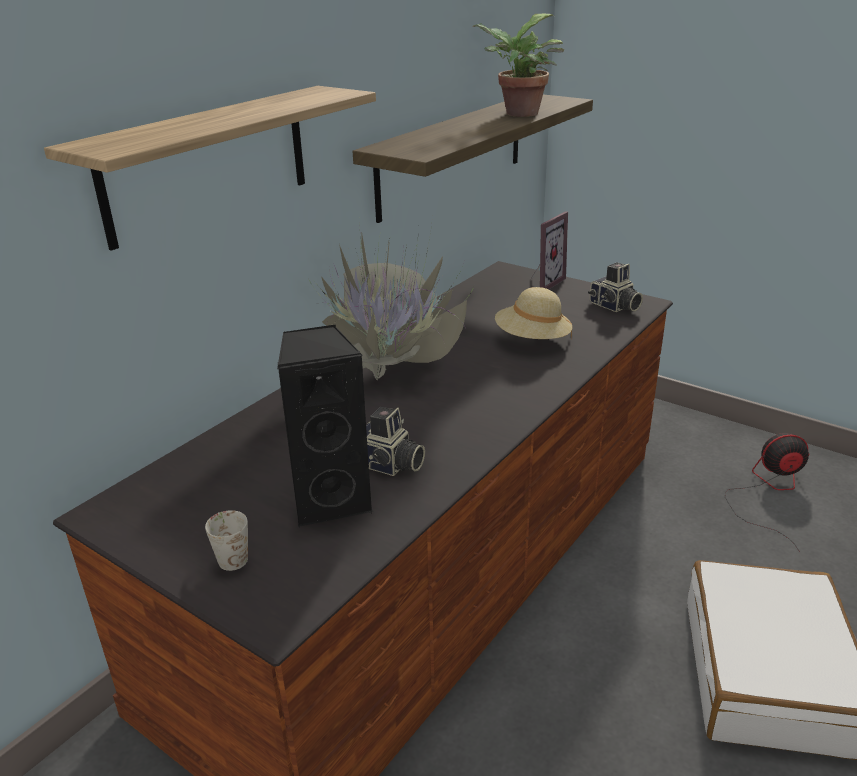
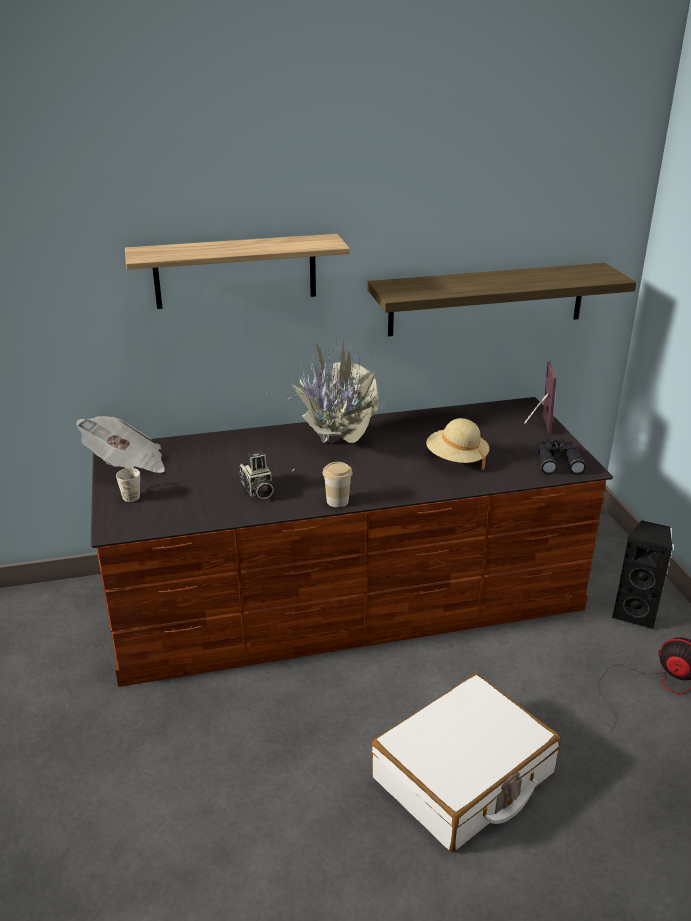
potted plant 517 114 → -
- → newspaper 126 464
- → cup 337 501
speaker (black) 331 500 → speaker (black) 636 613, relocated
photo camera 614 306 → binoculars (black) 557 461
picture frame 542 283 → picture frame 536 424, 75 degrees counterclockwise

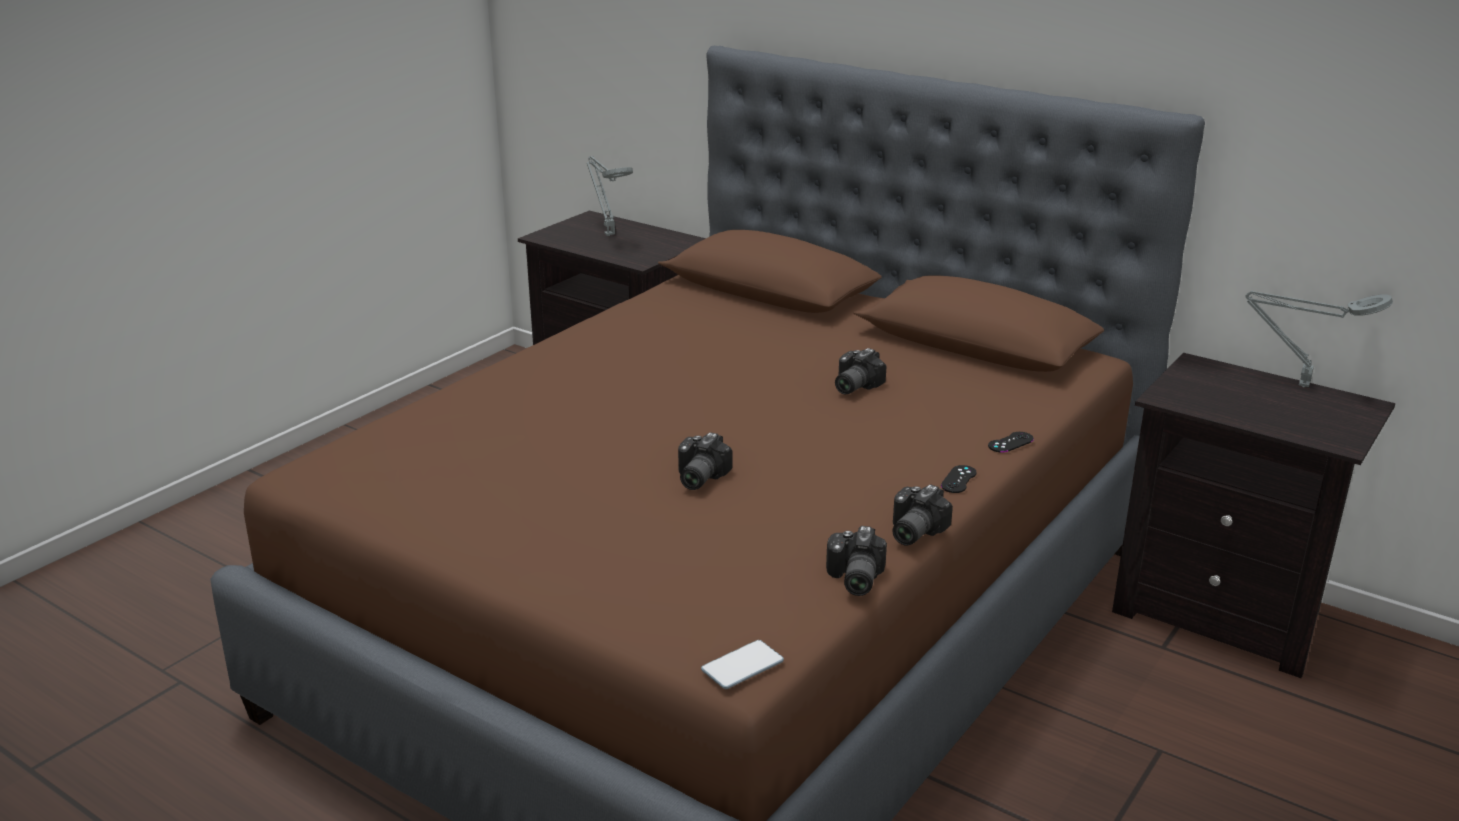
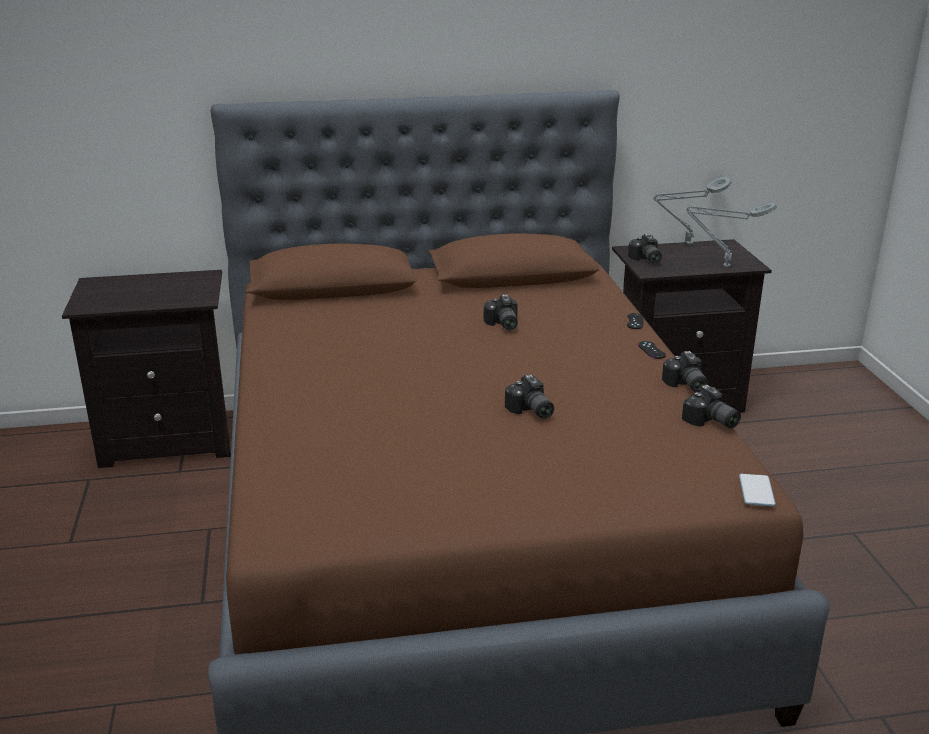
- → photo camera 645 259
table lamp (grey) 608 234 → table lamp (grey) 723 266, relocated

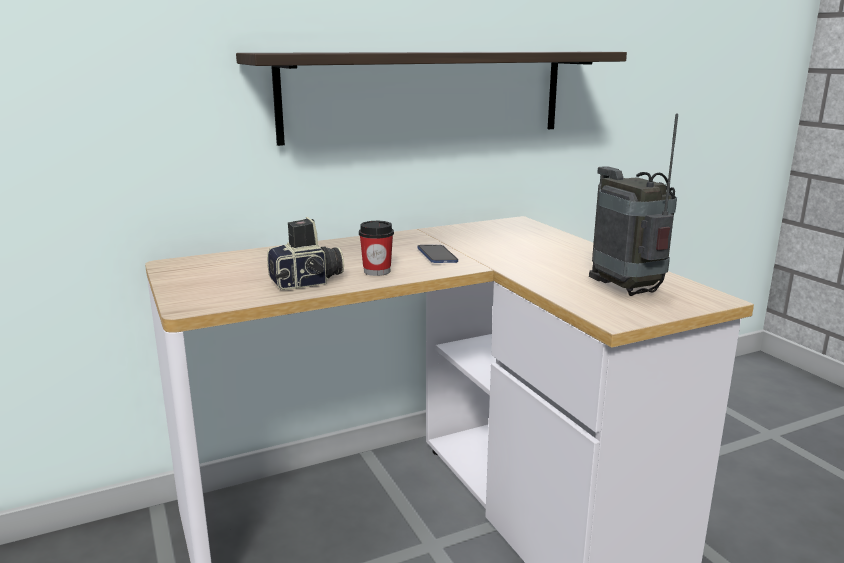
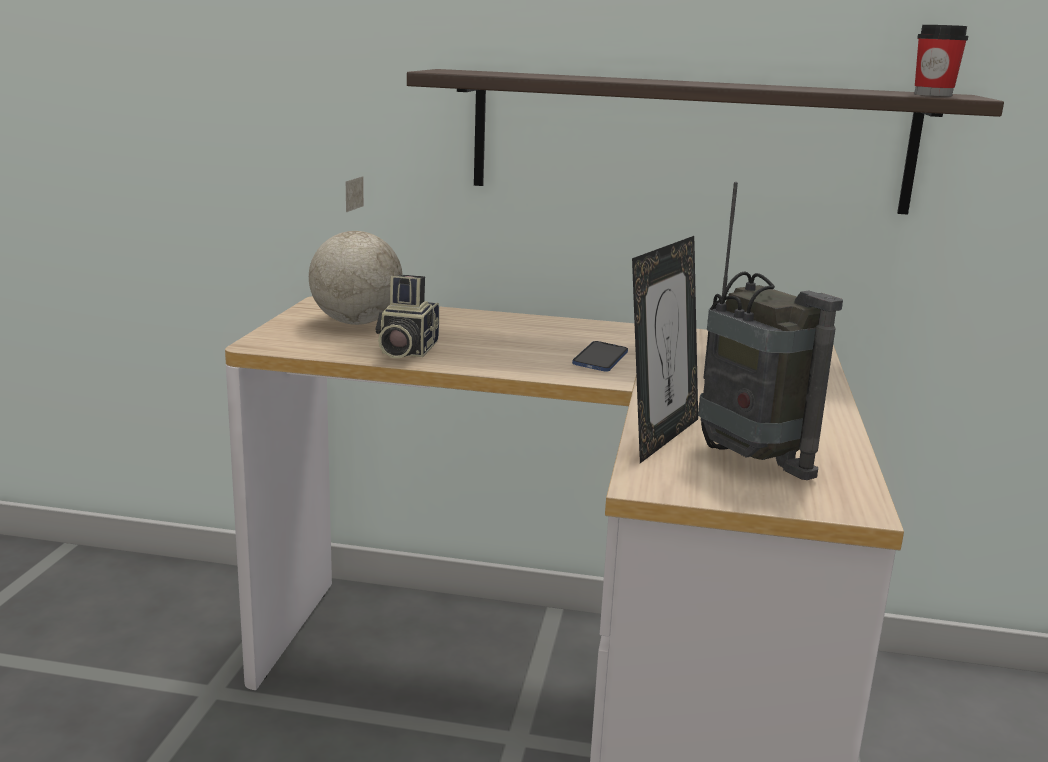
- → globe 355 323
- → picture frame 659 437
cup 377 271 → cup 933 95, relocated
photo camera 307 282 → photo camera 405 350, 90 degrees clockwise
radio 627 290 → radio 749 459, 135 degrees clockwise

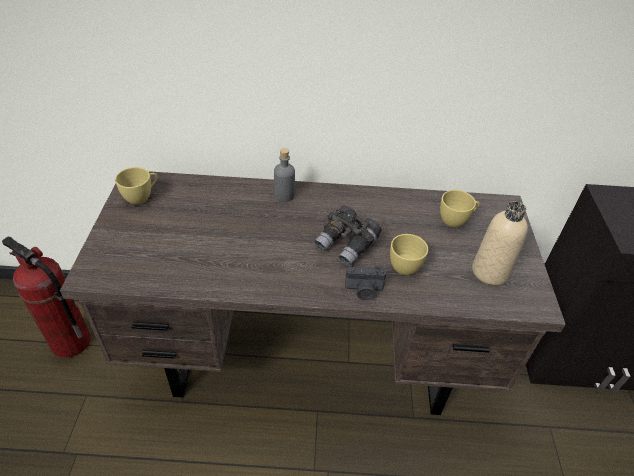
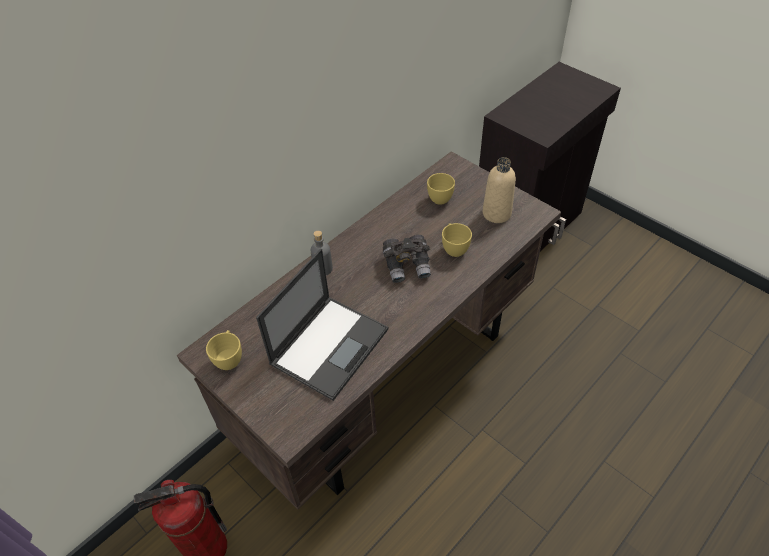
photo camera 364 291 → -
- → laptop 330 345

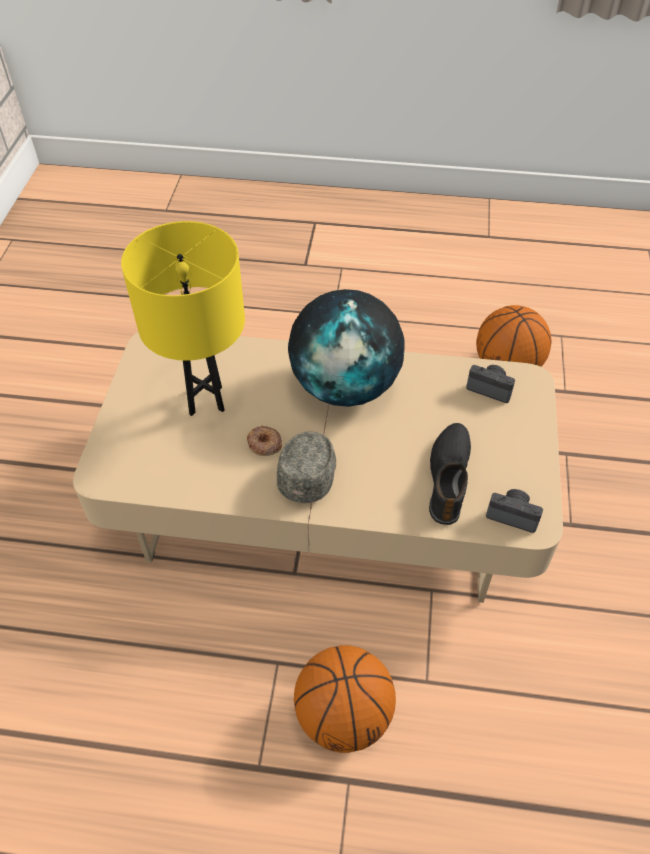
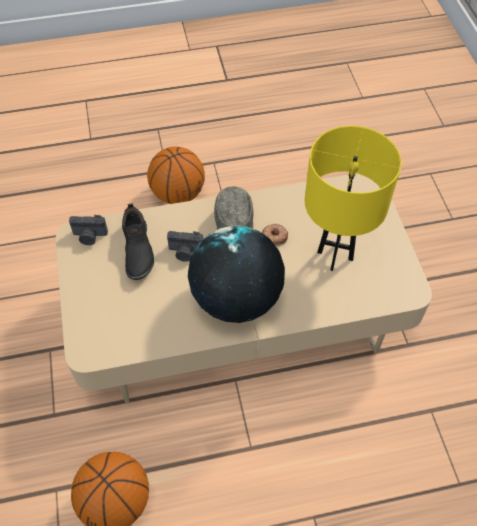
photo camera 490 388 → photo camera 185 252, relocated

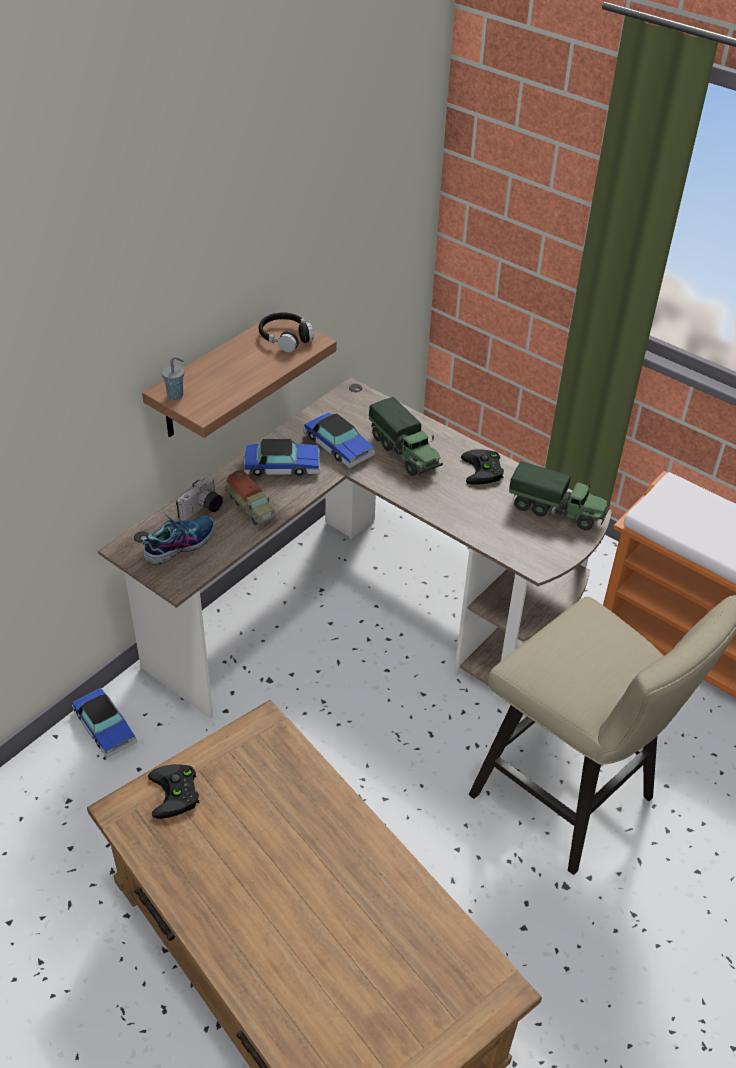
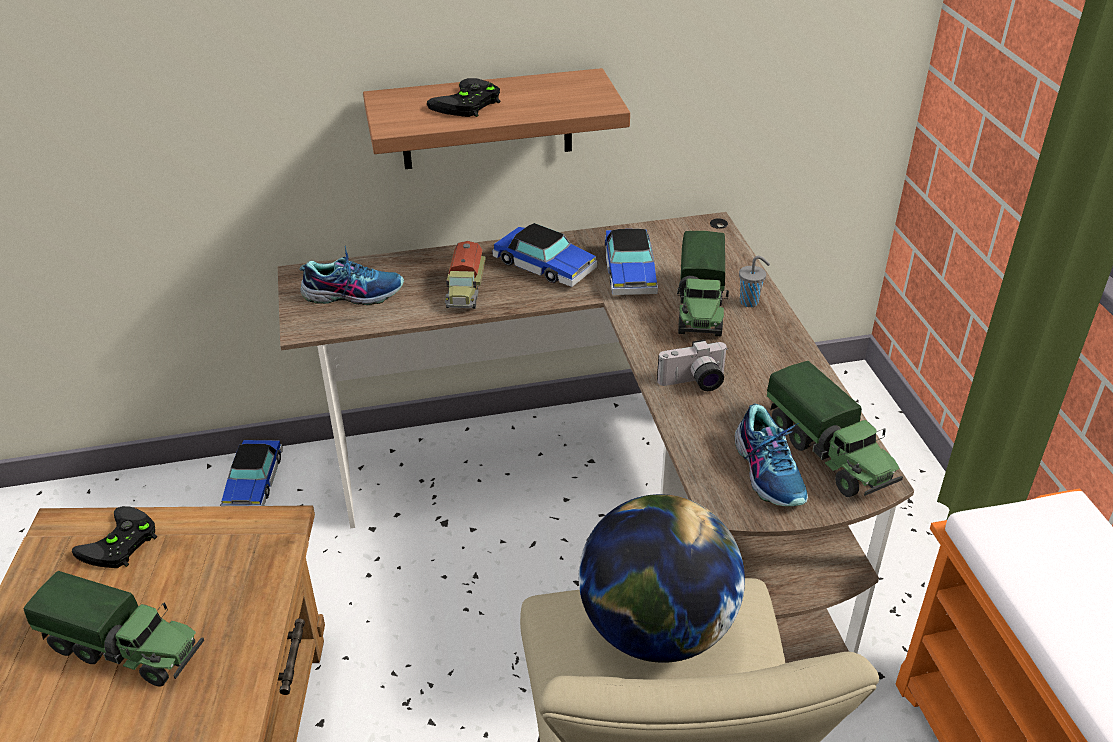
headphones (black) 285 337 → -
- → toy truck 125 650
- → globe 656 629
- → shoe 769 471
cup (grey) 176 395 → cup (grey) 750 302, relocated
photo camera 203 510 → photo camera 694 383, relocated
game controller (black) 484 471 → game controller (black) 467 105, relocated

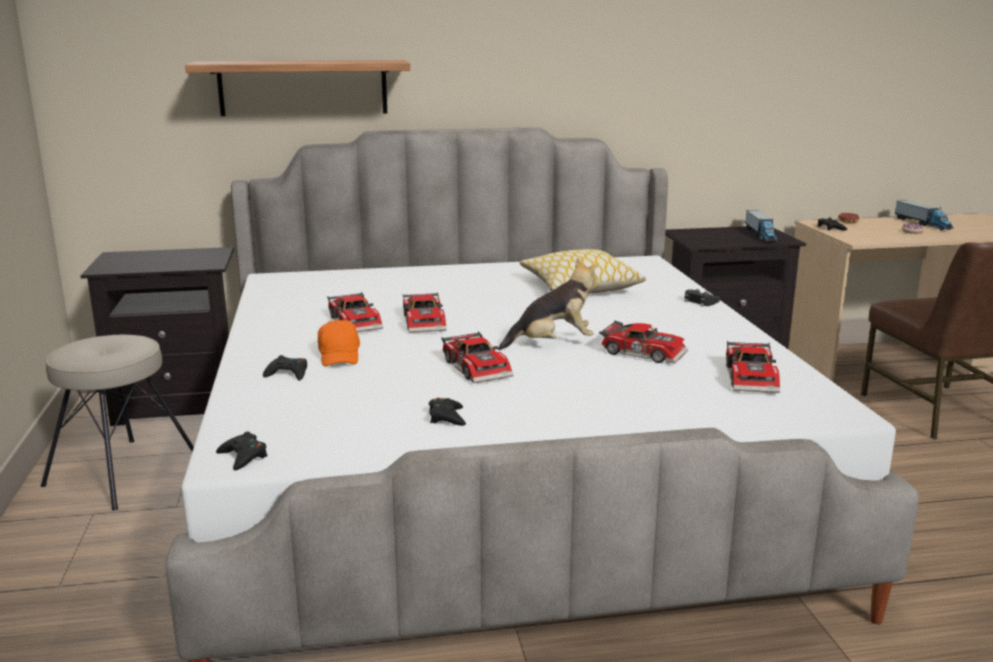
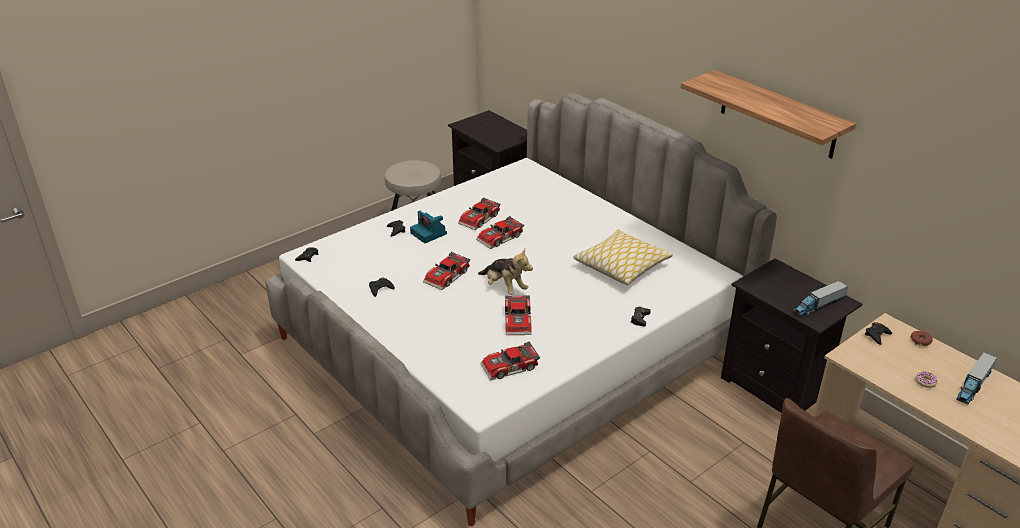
shelf 303 87 → shelf 778 114, relocated
cap (orange) 339 356 → photo camera 429 234

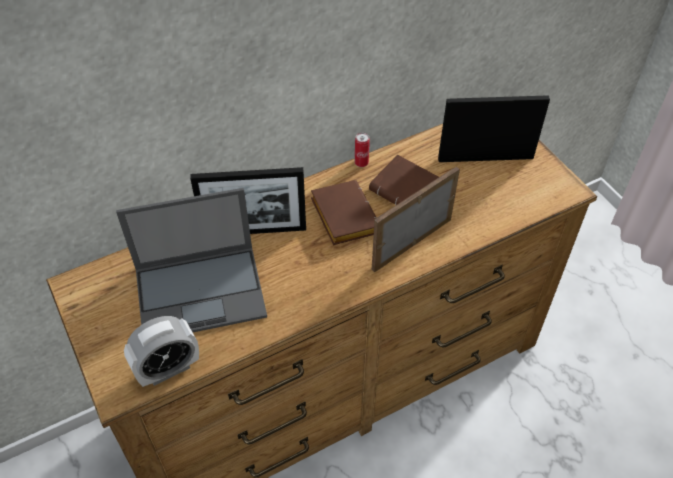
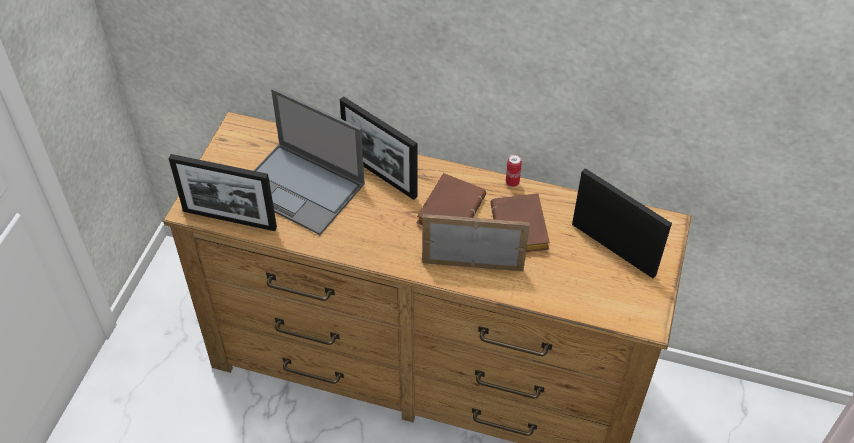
alarm clock 168 369 → picture frame 229 219

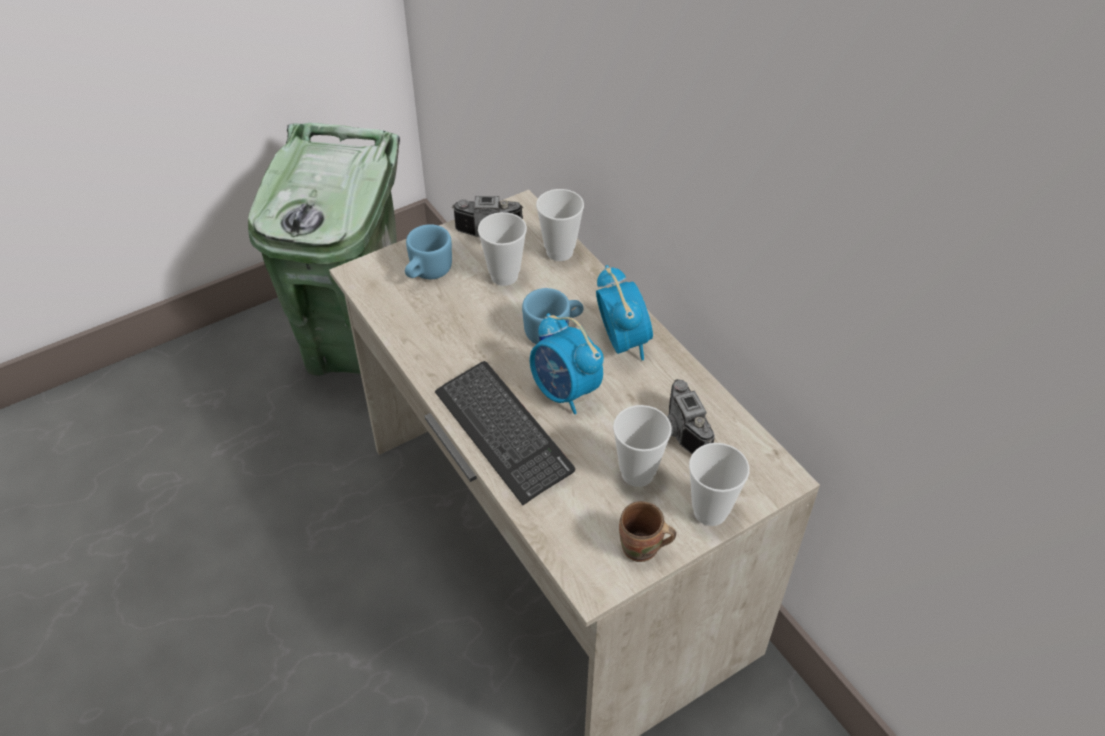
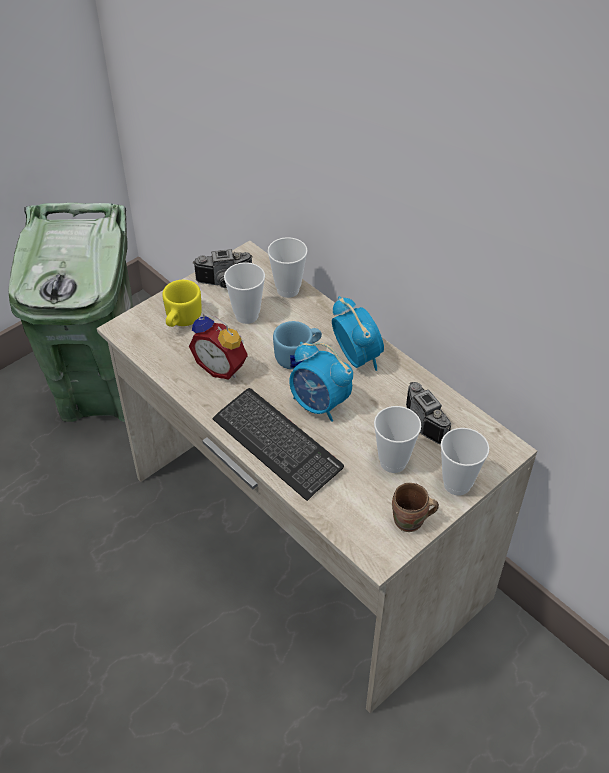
- → alarm clock 222 367
mug (blue) 426 273 → mug (yellow) 181 321

